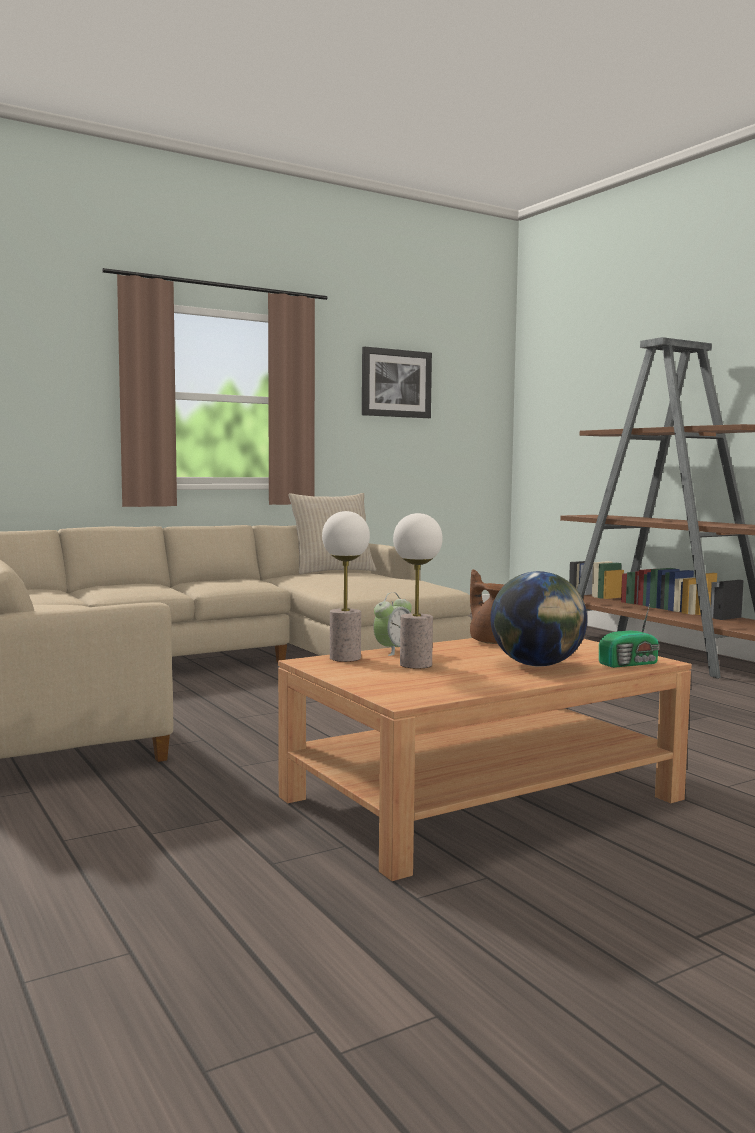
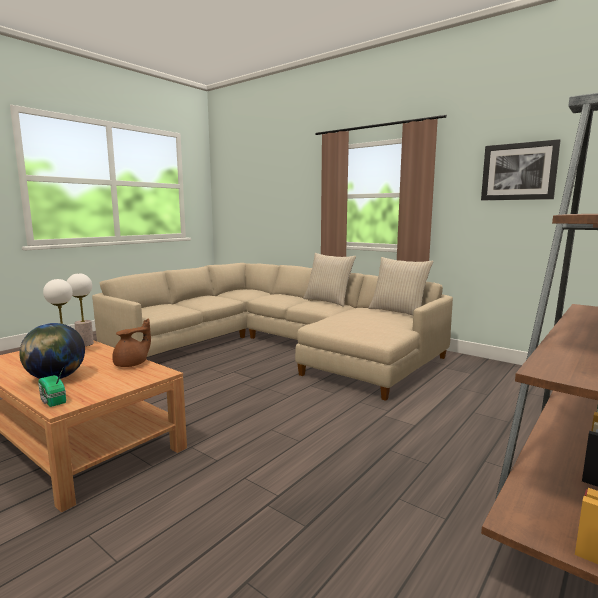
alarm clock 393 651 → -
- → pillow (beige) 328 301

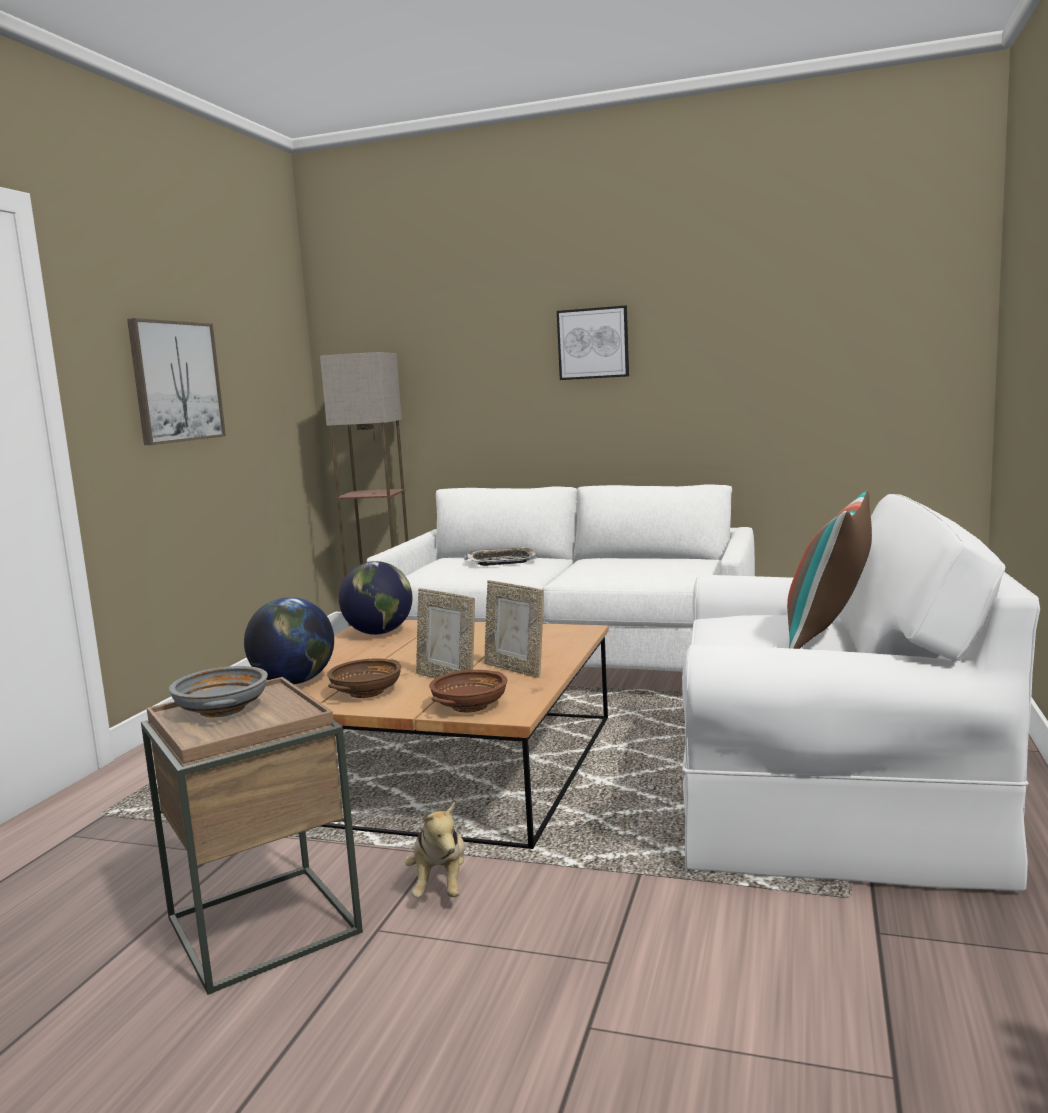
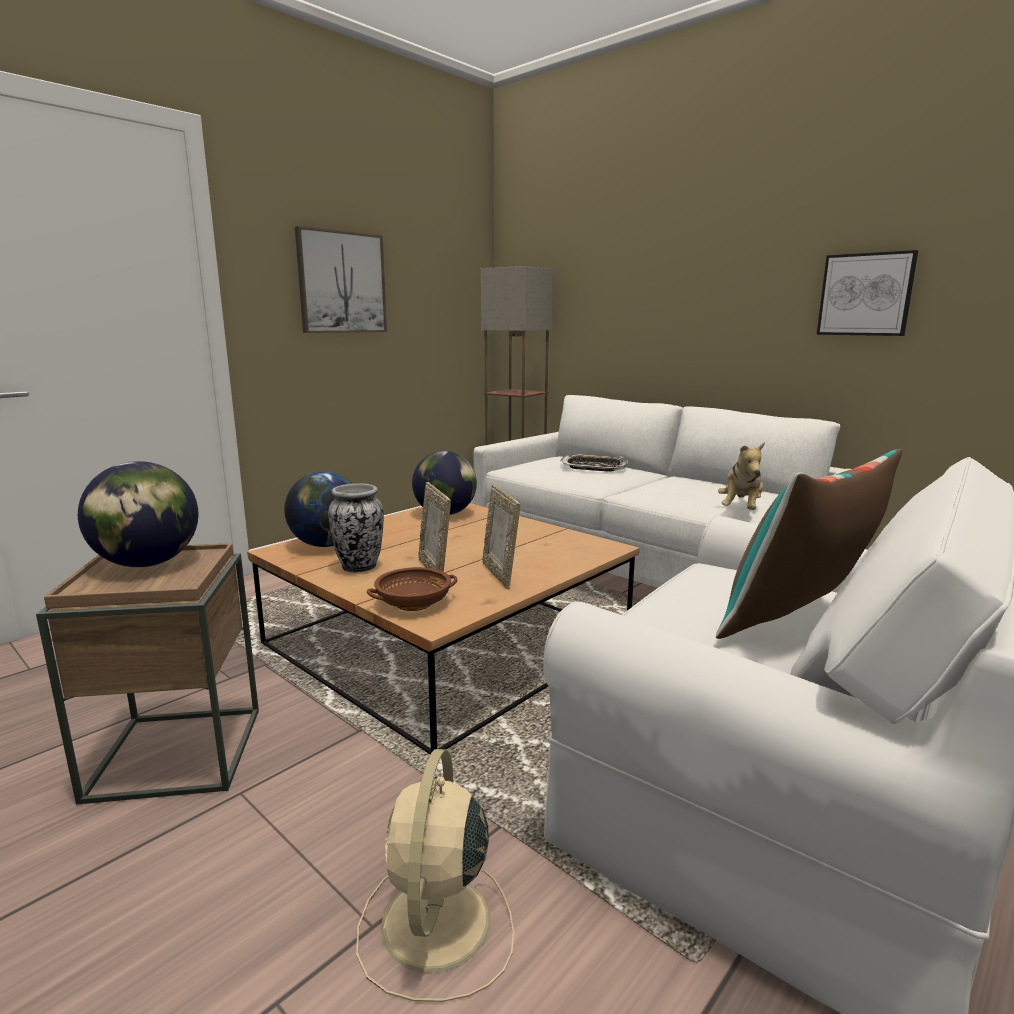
- → fan (beige) 435 926
plush toy 440 885 → plush toy 741 509, relocated
picture 593 343 → picture 865 294, relocated
bowl (grey) 223 709 → globe 148 564
bowl (brown) 366 692 → vase 359 567

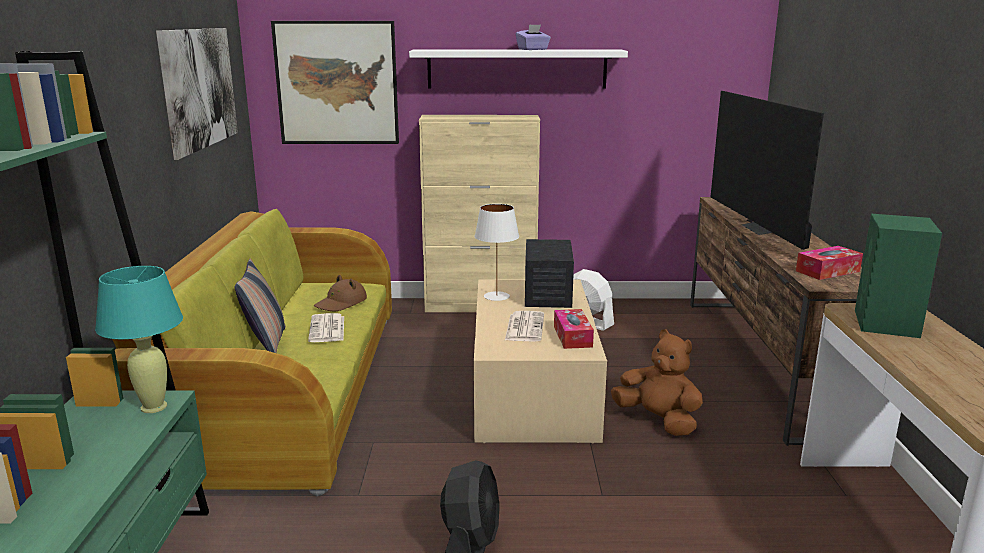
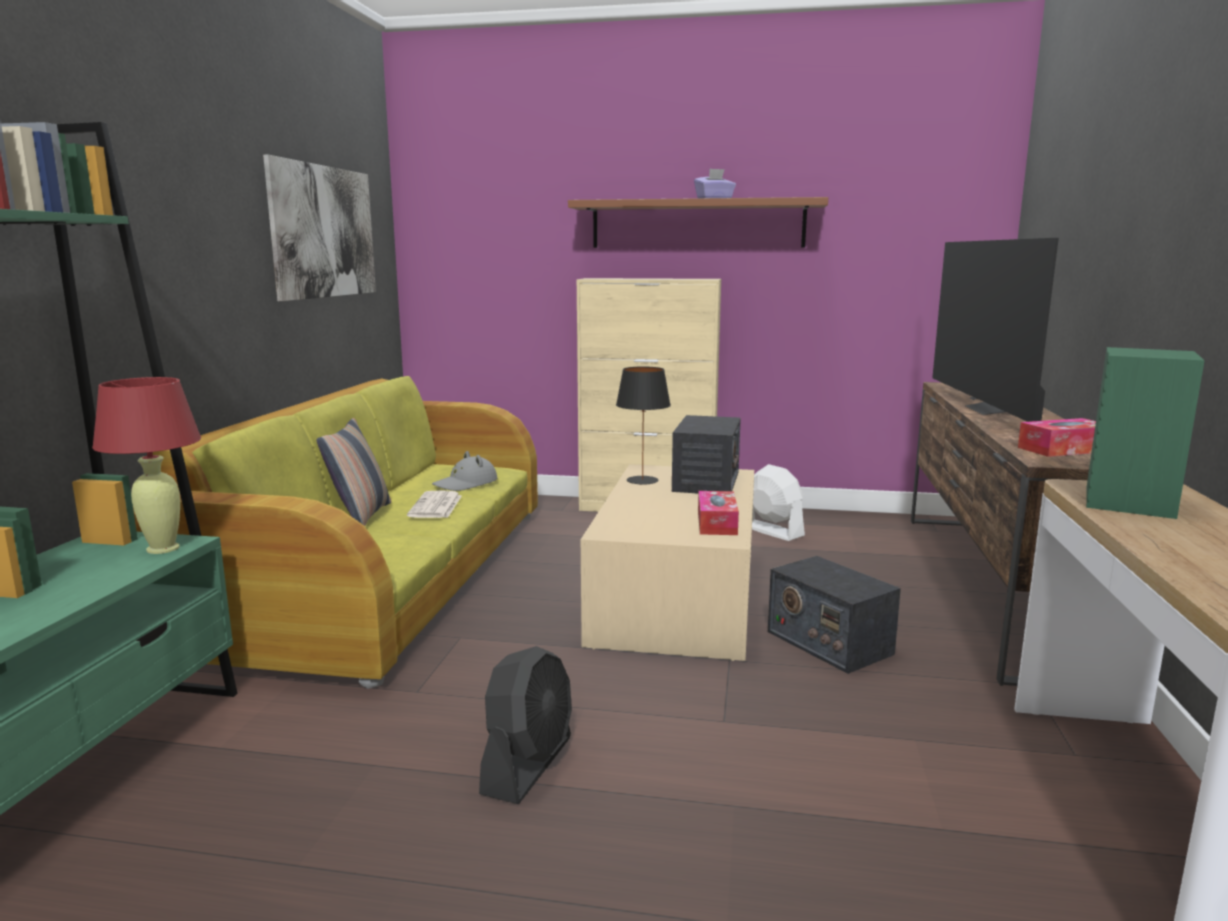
picture 337 83 → -
newspaper 524 327 → -
plush toy (brown) 658 420 → radio 828 642
table lamp (turquoise) 154 407 → table lamp (red) 163 548
hat (brown) 341 303 → hat (grey) 466 484
shelf (white) 517 69 → shelf (brown) 697 224
table lamp (white) 496 296 → table lamp (black) 642 480

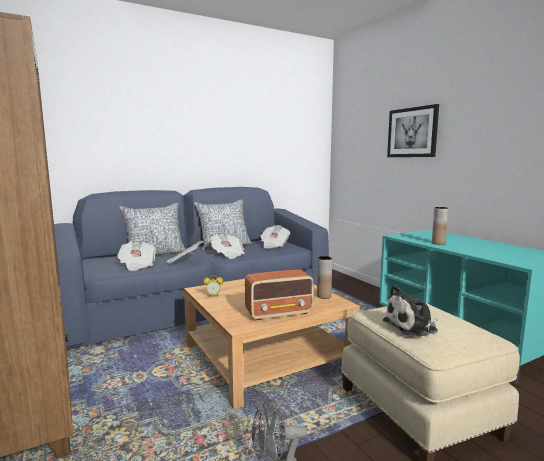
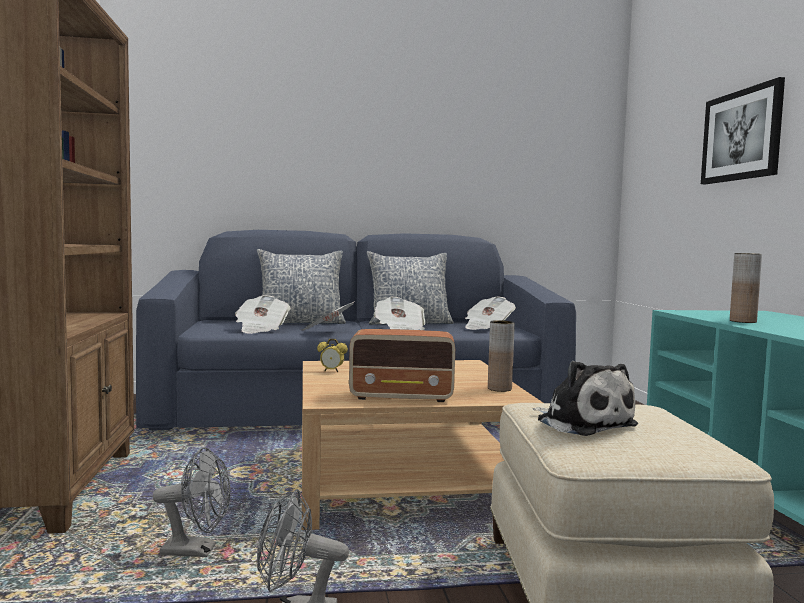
- → fan (grey) 197 551
plush toy 412 326 → plush toy 582 423, 120 degrees counterclockwise

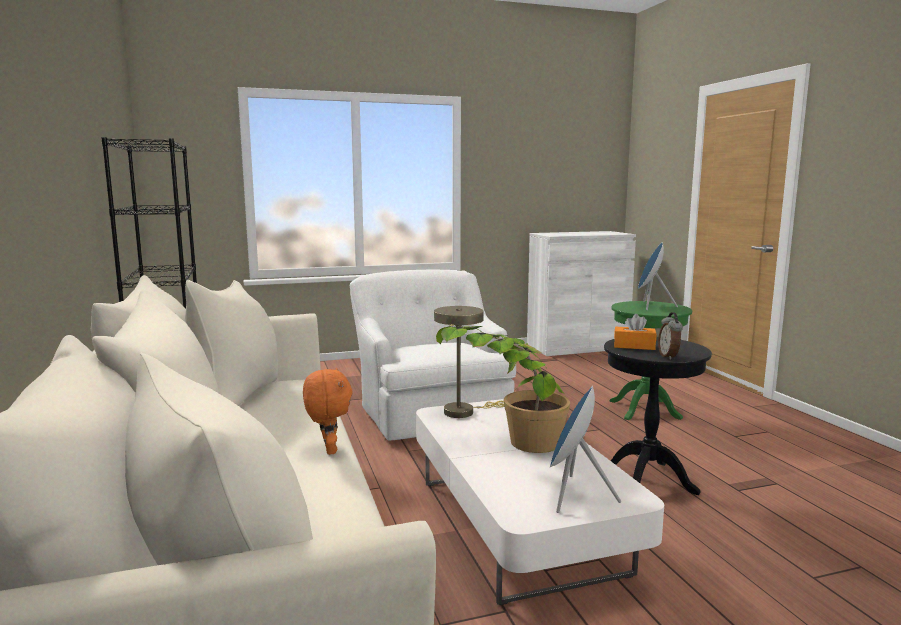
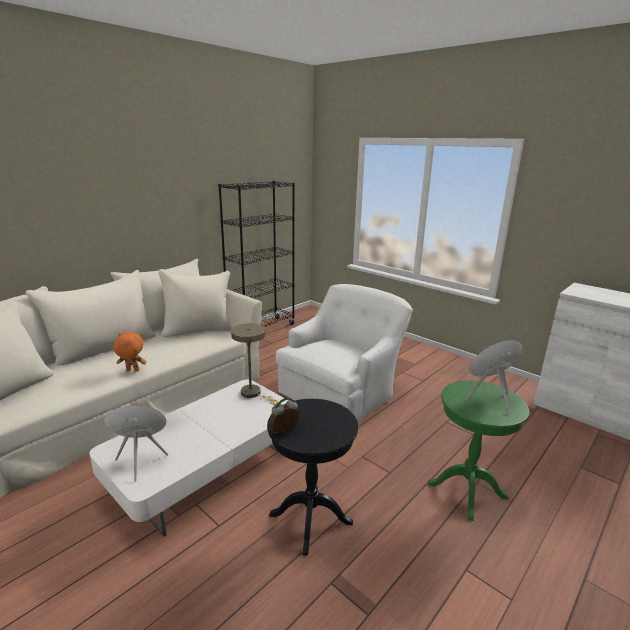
potted plant 508 440 → -
tissue box (orange) 634 346 → -
plush toy (orange) 328 450 → plush toy (orange) 132 371, 135 degrees counterclockwise

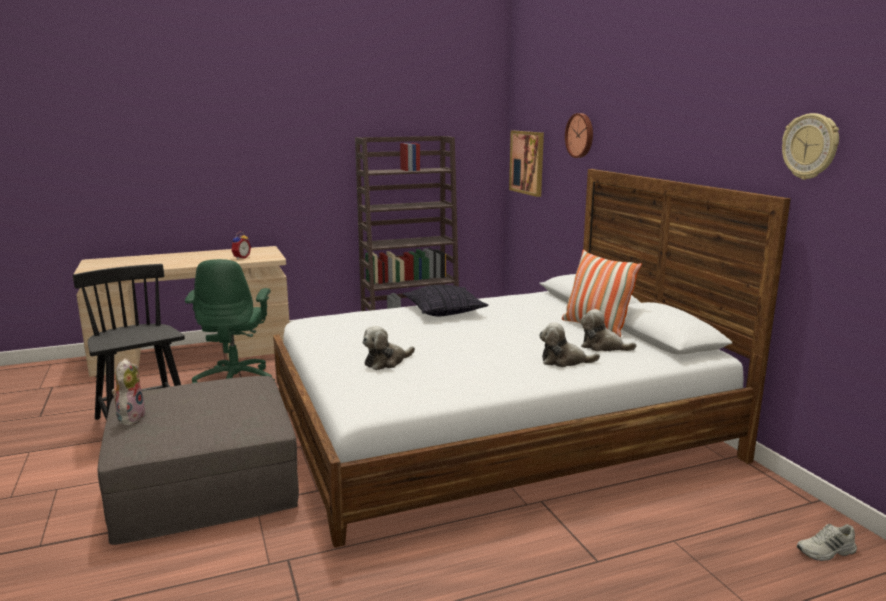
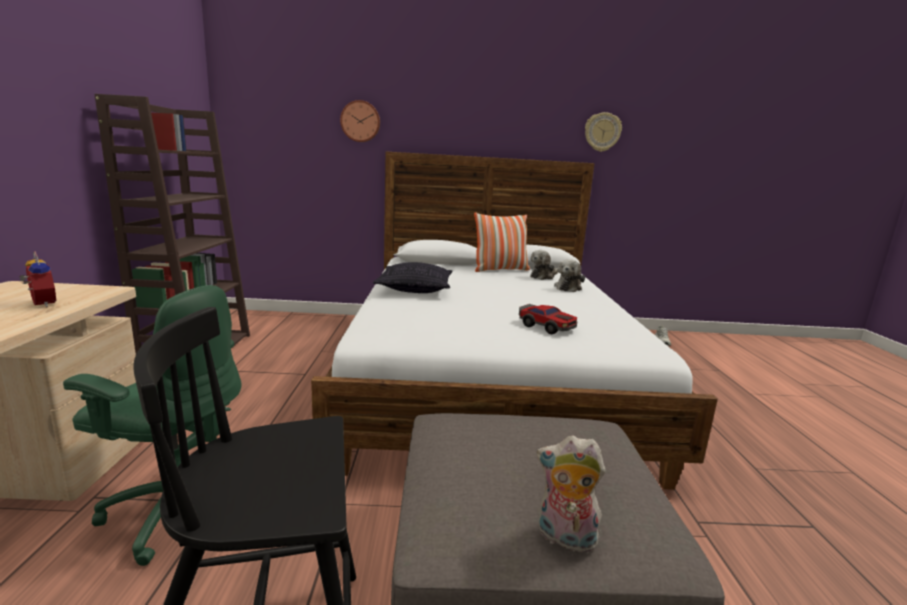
picture 527 162 → -
plush toy 386 362 → toy car 546 326

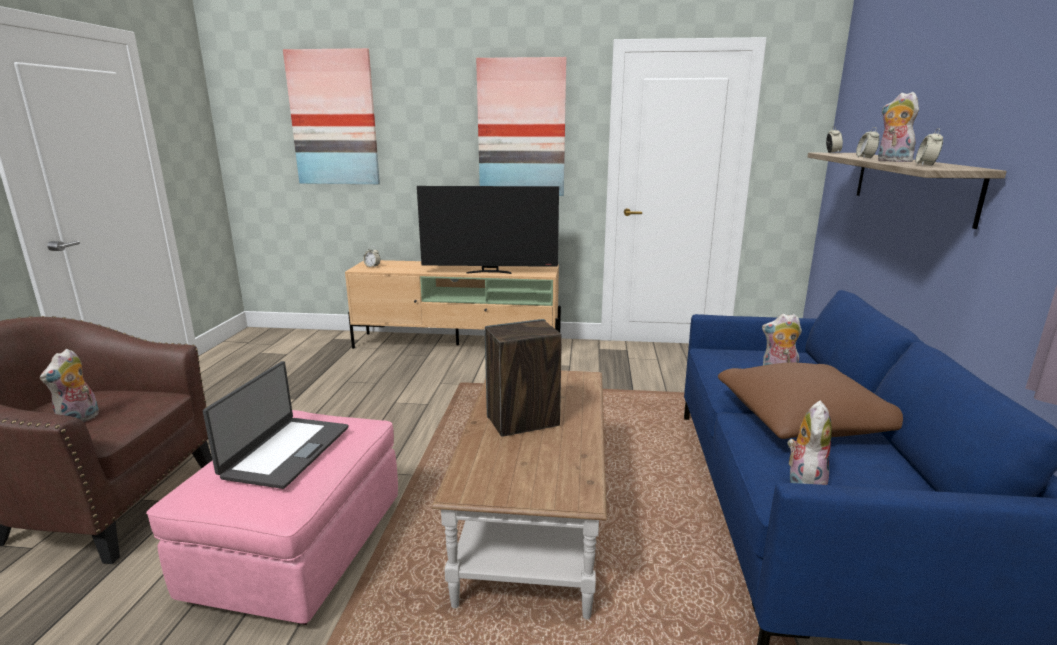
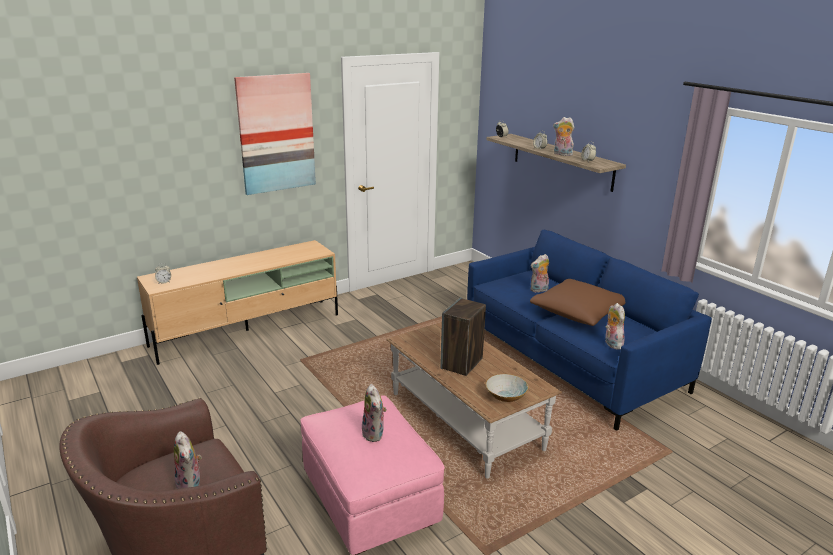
picture 334 118 → -
television 489 272 → -
- → bowl 505 396
laptop 285 451 → plush toy 375 434

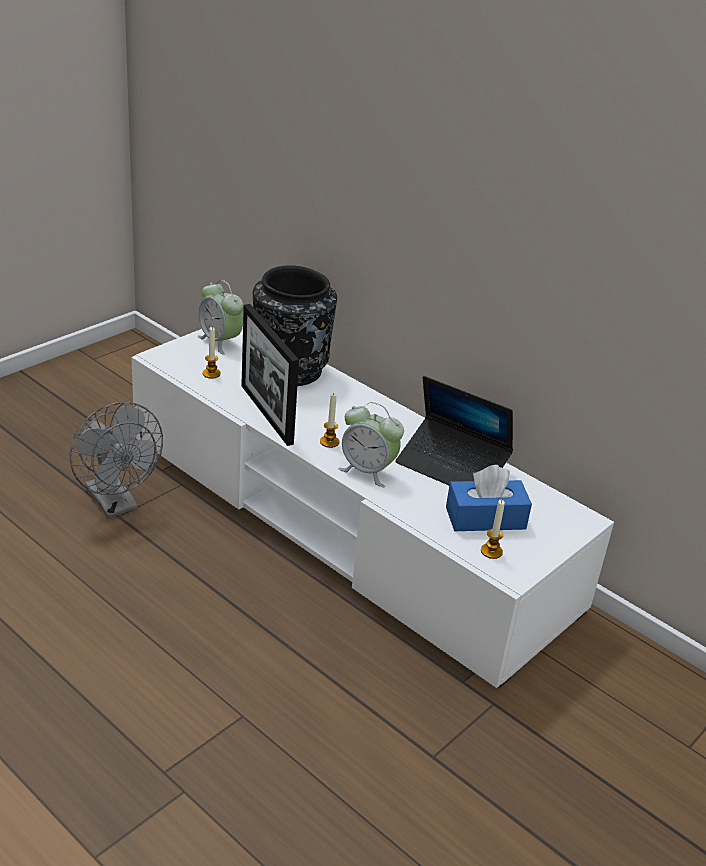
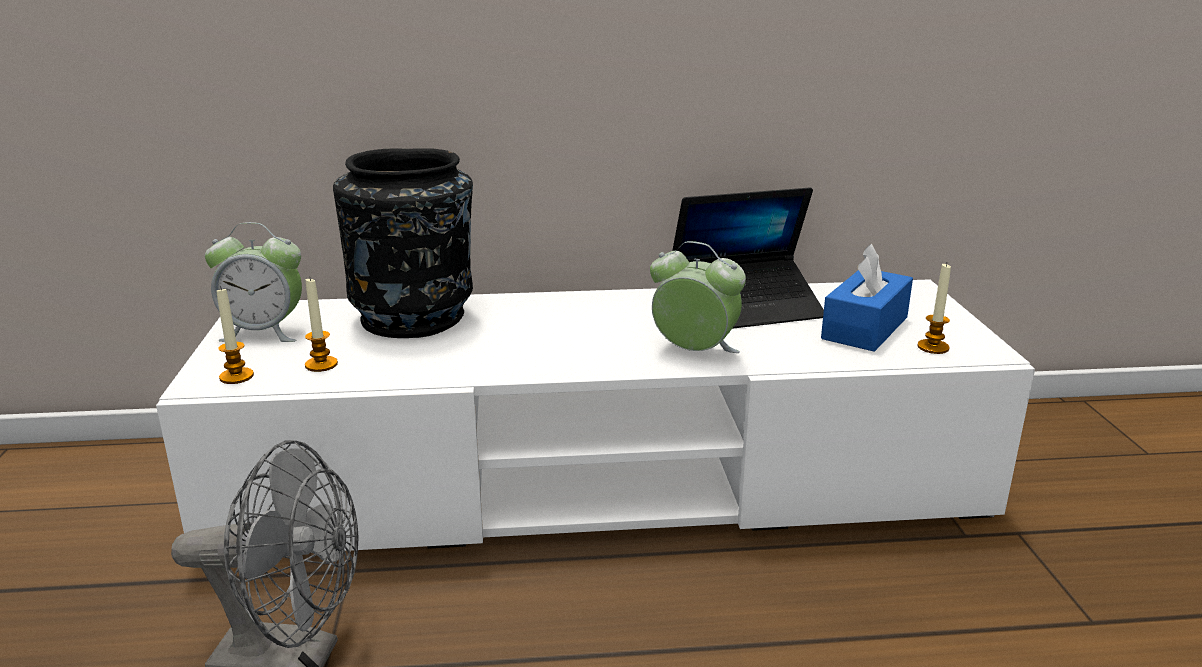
picture frame 266 414 → -
candle 329 442 → candle 236 376, relocated
alarm clock 368 471 → alarm clock 694 352, 135 degrees counterclockwise

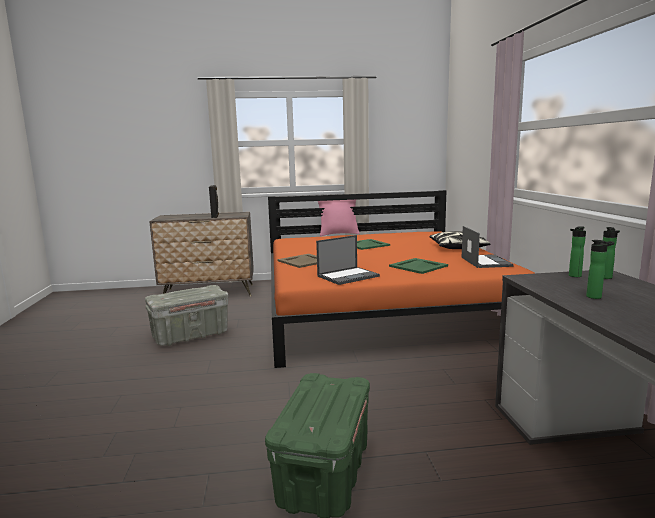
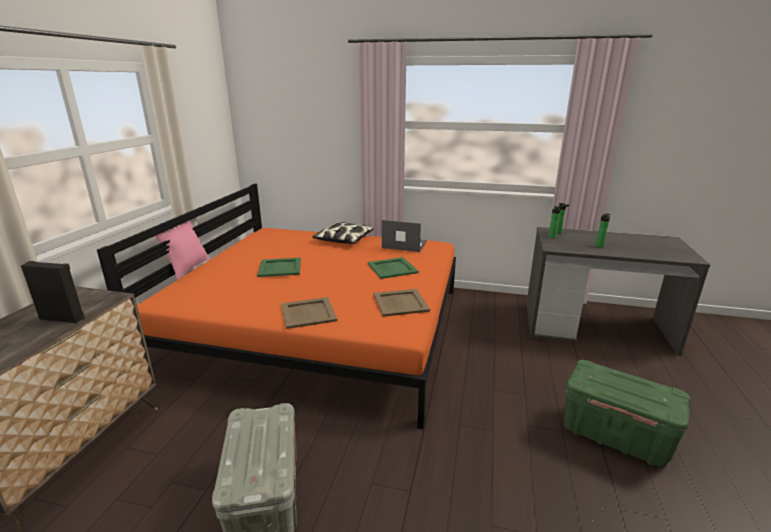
laptop 348 276 → tray (beige) 400 302

